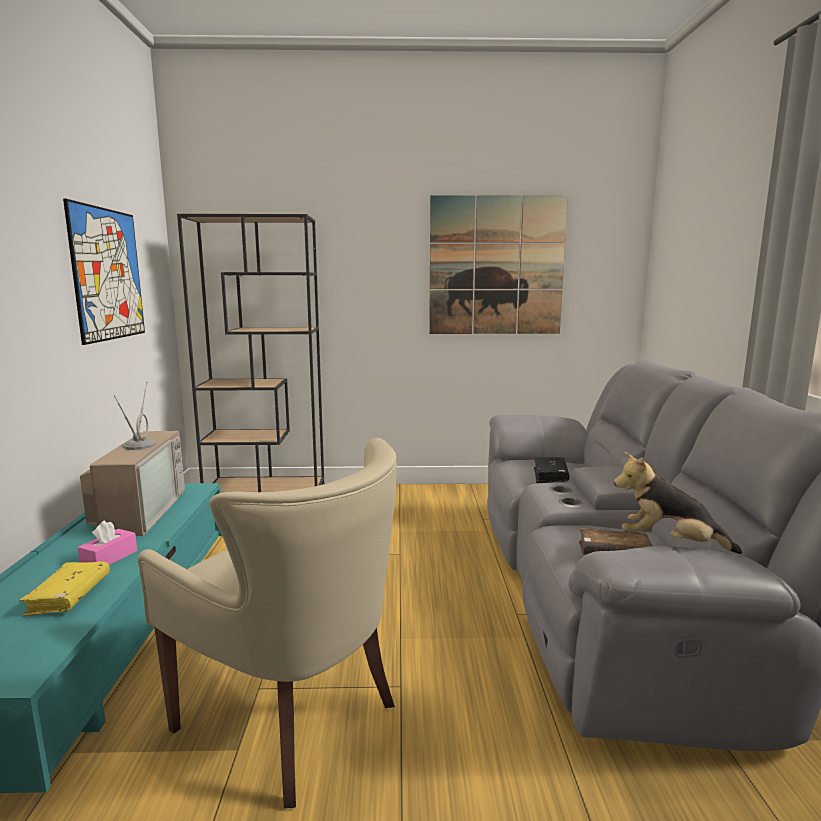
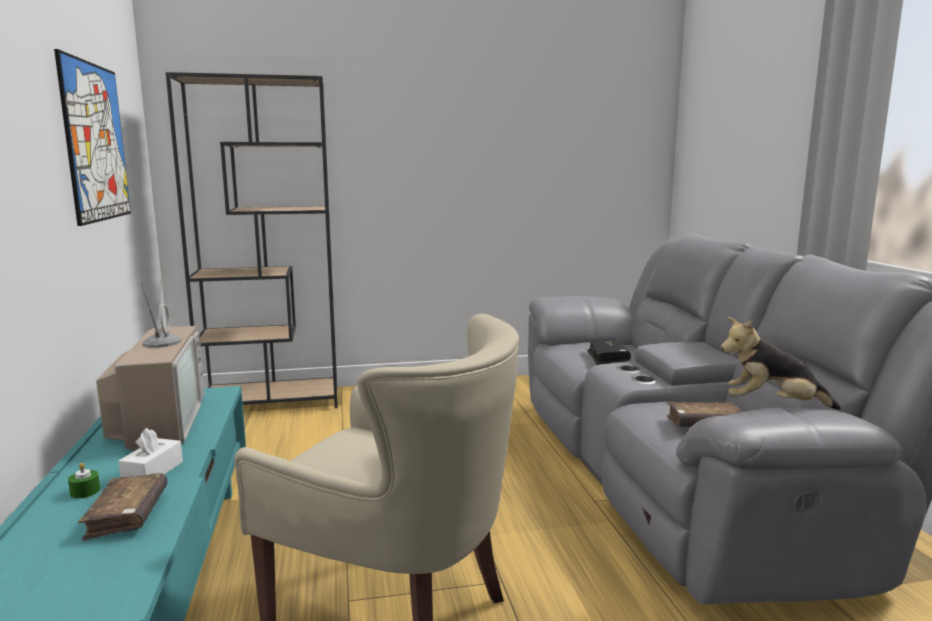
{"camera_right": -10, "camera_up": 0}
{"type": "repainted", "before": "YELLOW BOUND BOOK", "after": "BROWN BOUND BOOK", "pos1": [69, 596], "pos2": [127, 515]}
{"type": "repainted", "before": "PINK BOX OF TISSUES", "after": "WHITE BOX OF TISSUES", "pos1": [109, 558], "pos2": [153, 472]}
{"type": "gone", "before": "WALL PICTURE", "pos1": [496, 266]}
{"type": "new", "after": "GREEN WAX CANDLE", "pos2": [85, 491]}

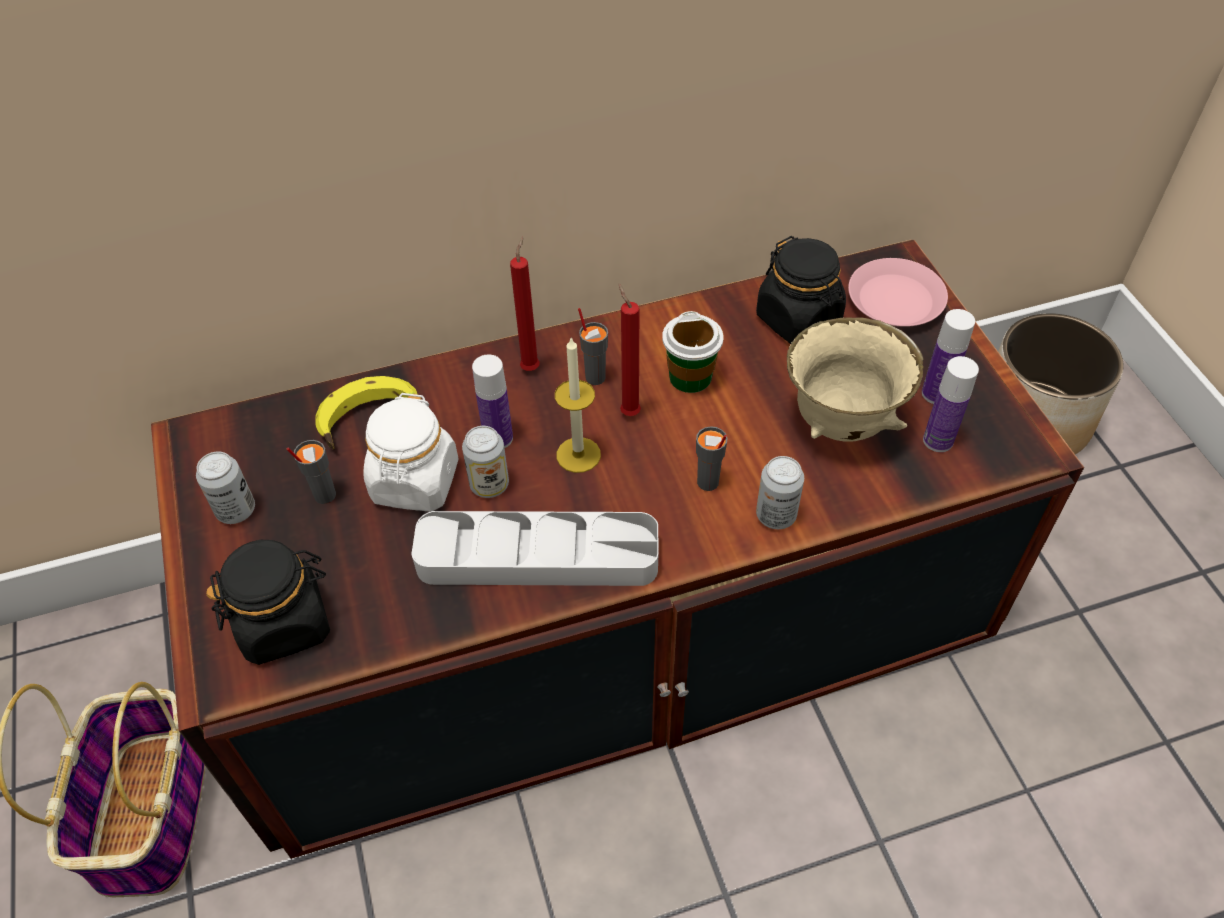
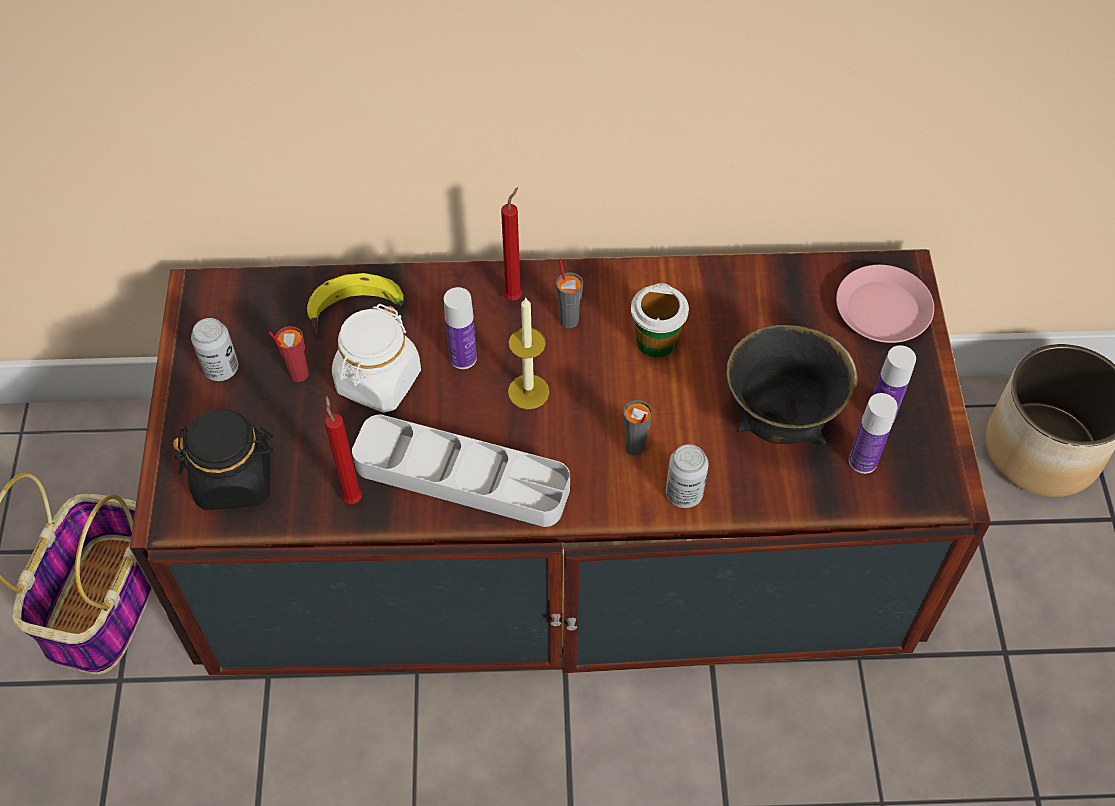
{"camera_right": 15, "camera_up": 5}
{"type": "repainted", "before": "GREY DRINKING CUP", "after": "REDDISH DRINKING CUP", "pos1": [324, 495], "pos2": [298, 373]}
{"type": "gone", "before": "METAL CAN", "pos1": [489, 484]}
{"type": "shifted", "before": "REDDISH WAX CANDLE", "pos1": [628, 411], "pos2": [352, 496]}
{"type": "gone", "before": "BLACK-COLOURED PRESERVE JAR", "pos1": [799, 319]}
{"type": "repainted", "before": "BEIGE-COLOURED SERVING BOWL", "after": "BLACK-COLOURED SERVING BOWL", "pos1": [842, 423], "pos2": [780, 422]}

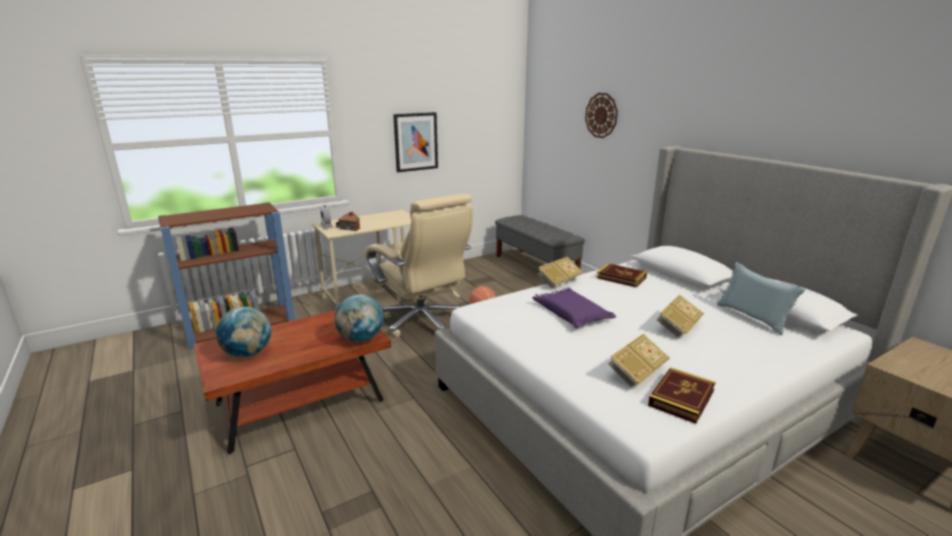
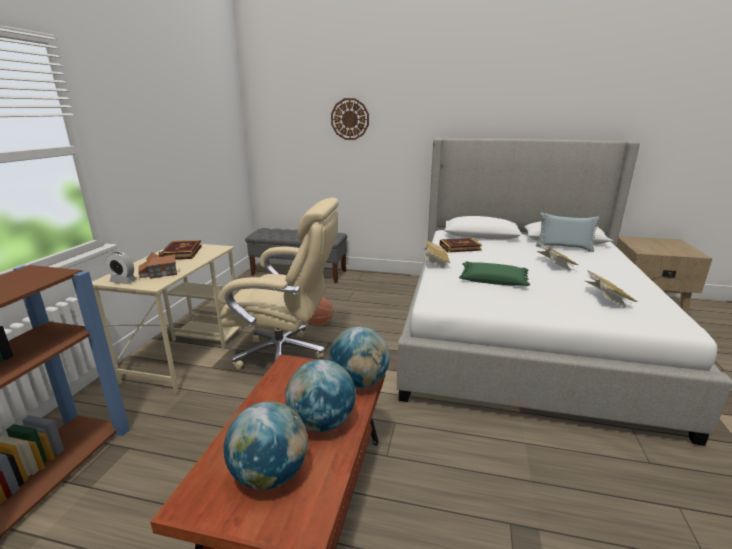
{"camera_right": -45, "camera_up": 0}
{"type": "gone", "before": "WALL PICTURE", "pos1": [415, 142]}
{"type": "repainted", "before": "PURPLISH CUSHION", "after": "GREEN CUSHION", "pos1": [572, 312], "pos2": [493, 279]}
{"type": "shifted", "before": "BOUND BOOK", "pos1": [681, 398], "pos2": [182, 252]}
{"type": "new", "after": "GLOBE", "pos2": [322, 422]}

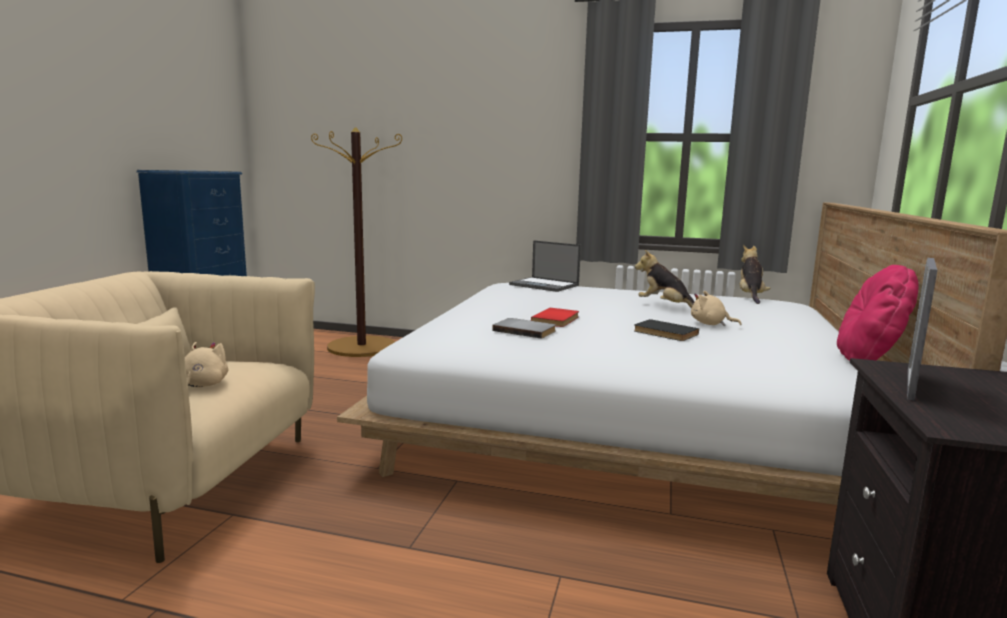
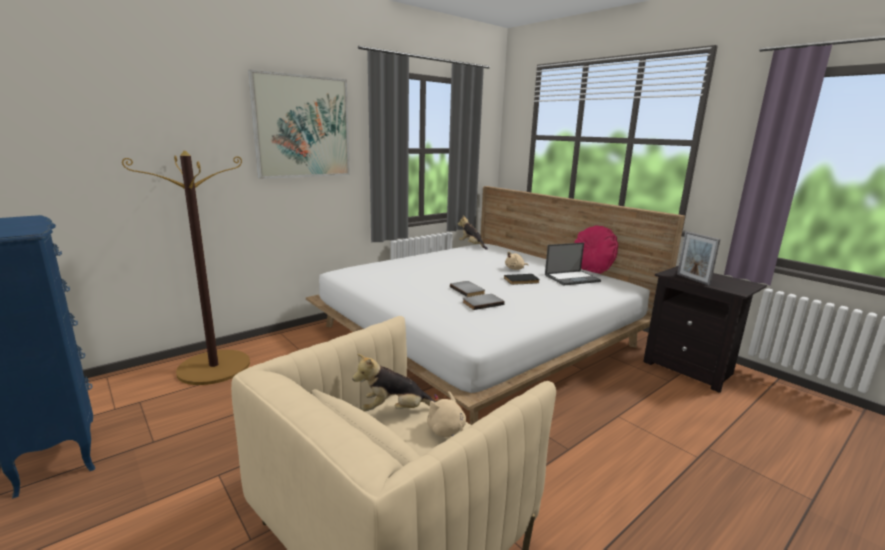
{"camera_right": -55, "camera_up": 5}
{"type": "shifted", "before": "NOTEBOOK COMPUTER", "pos1": [545, 285], "pos2": [572, 278]}
{"type": "repainted", "before": "REDDISH BOUND BOOK", "after": "GREY BOUND BOOK", "pos1": [557, 320], "pos2": [468, 290]}
{"type": "shifted", "before": "PLUSH TOY", "pos1": [665, 306], "pos2": [395, 411]}
{"type": "new", "after": "WALL PICTURE", "pos2": [302, 127]}

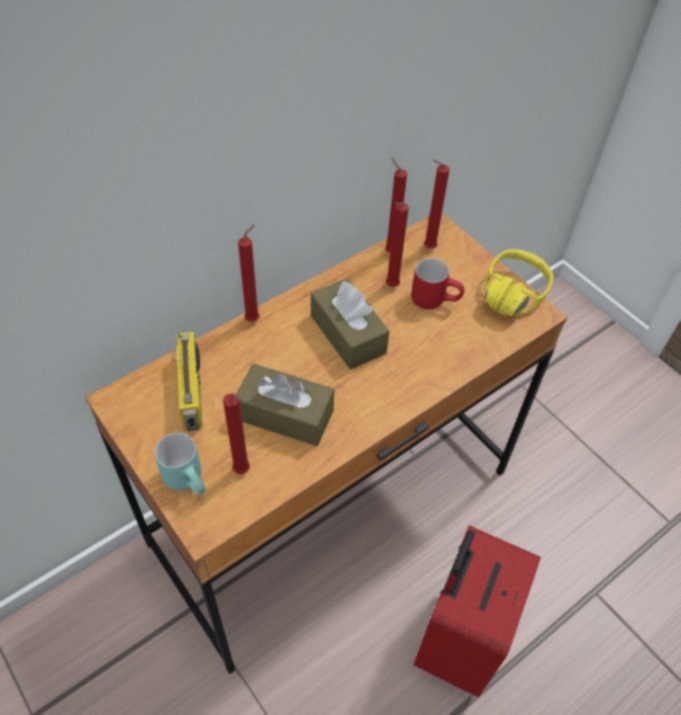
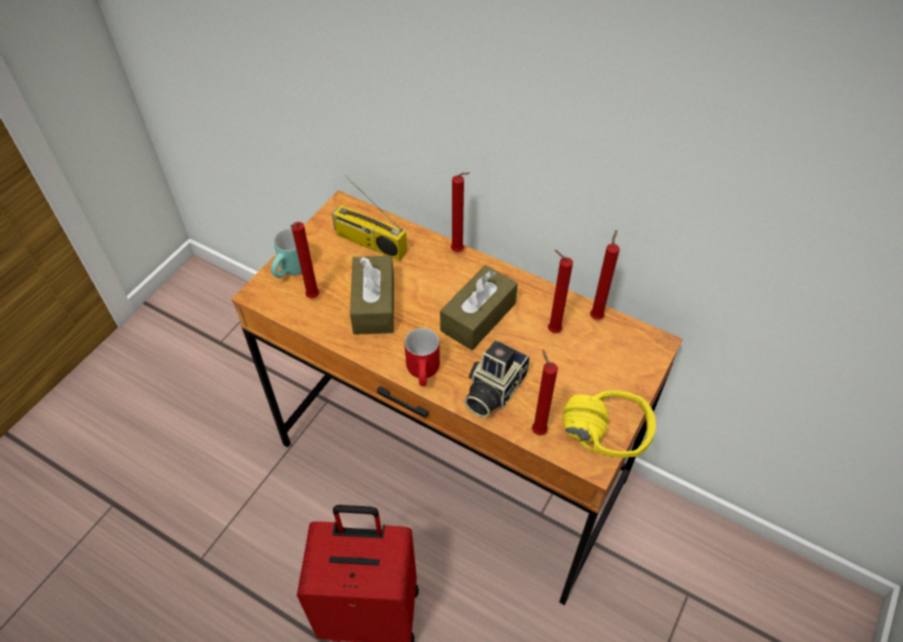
{"camera_right": 70, "camera_up": 0}
{"type": "rotated", "before": "RADIO SET", "pos1": [192, 392], "pos2": [369, 243], "turn": 60}
{"type": "shifted", "before": "REDDISH COFFEE MUG", "pos1": [435, 299], "pos2": [425, 373]}
{"type": "shifted", "before": "REDDISH WAX CANDLE", "pos1": [427, 248], "pos2": [537, 429]}
{"type": "new", "after": "STILL CAMERA", "pos2": [492, 389]}

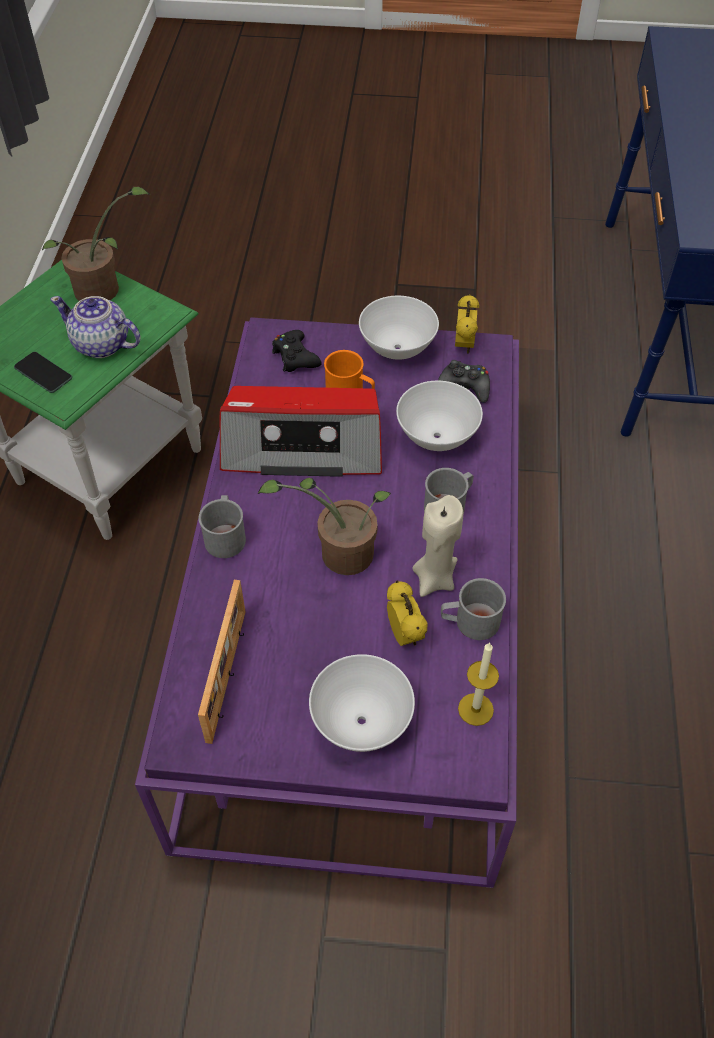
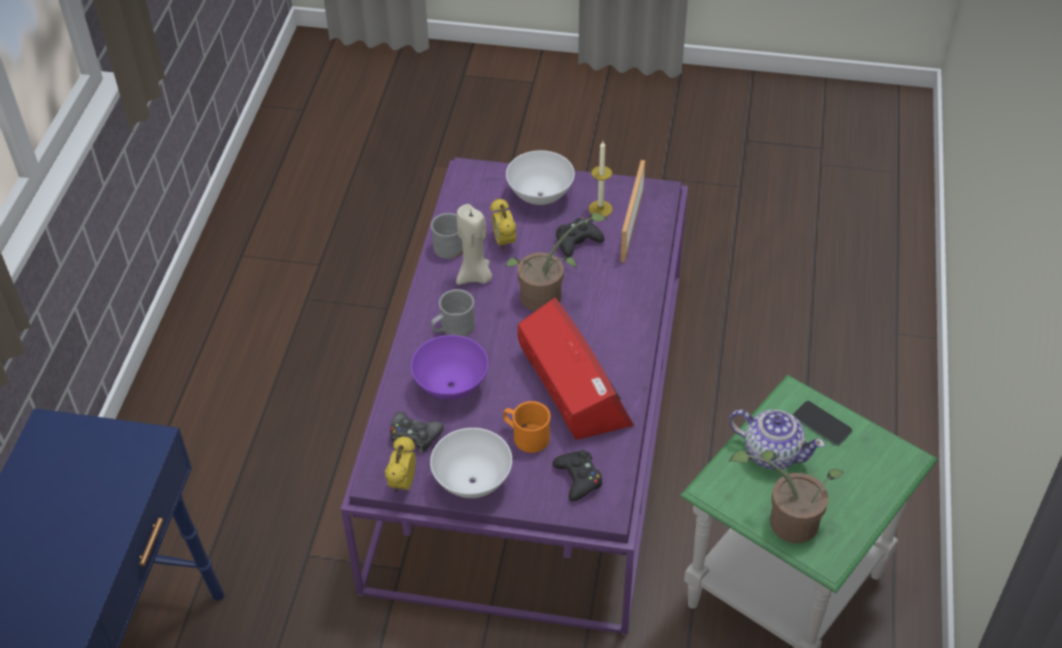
{"camera_right": -175, "camera_up": -5}
{"type": "gone", "before": "GREY COFFEE MUG", "pos1": [225, 535]}
{"type": "rotated", "before": "RADIO SET", "pos1": [303, 446], "pos2": [573, 385], "turn": 60}
{"type": "repainted", "before": "WHITE SERVING BOWL", "after": "PURPLISH SERVING BOWL", "pos1": [437, 437], "pos2": [450, 387]}
{"type": "shifted", "before": "WAX CANDLE", "pos1": [475, 709], "pos2": [600, 208]}
{"type": "new", "after": "BLACK-COLOURED GAME CONTROLLER", "pos2": [577, 241]}

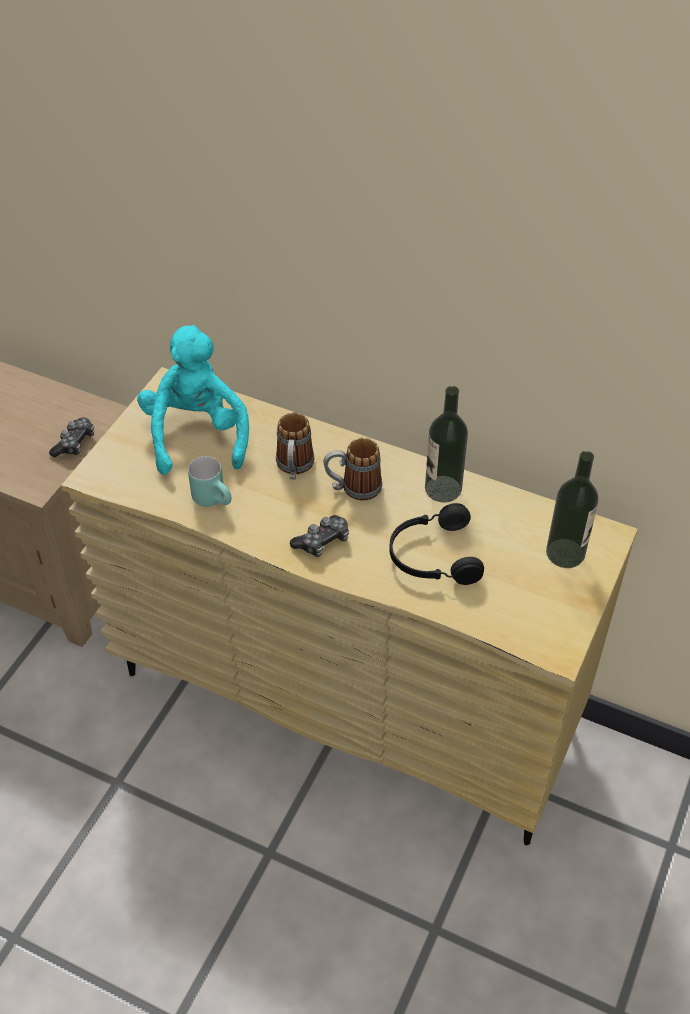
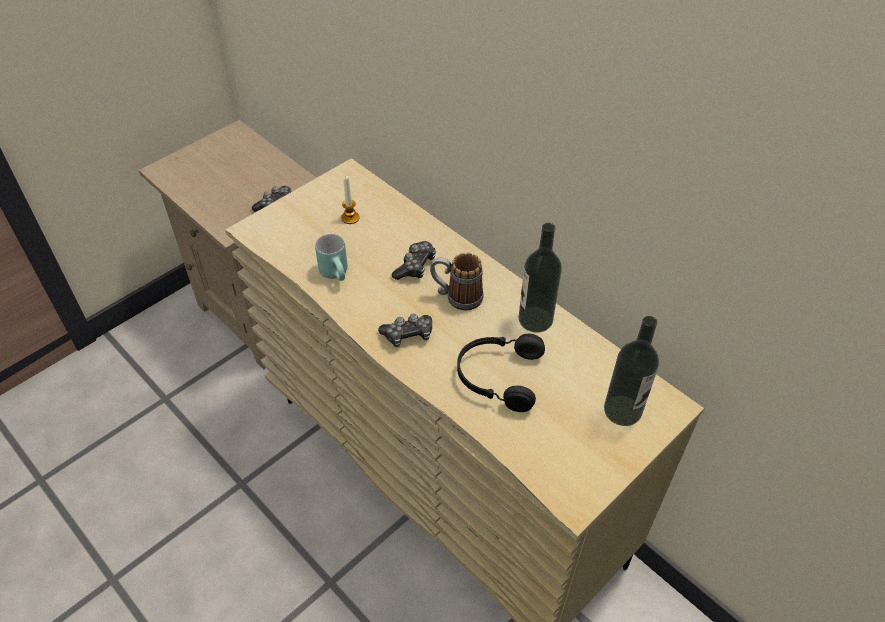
{"camera_right": 20, "camera_up": 0}
{"type": "swapped", "before": "TURQUOISE PLUSH TOY", "after": "WAX CANDLE", "pos1": [196, 434], "pos2": [350, 218]}
{"type": "swapped", "before": "COFFEE MUG", "after": "GAME CONTROLLER", "pos1": [294, 468], "pos2": [415, 266]}

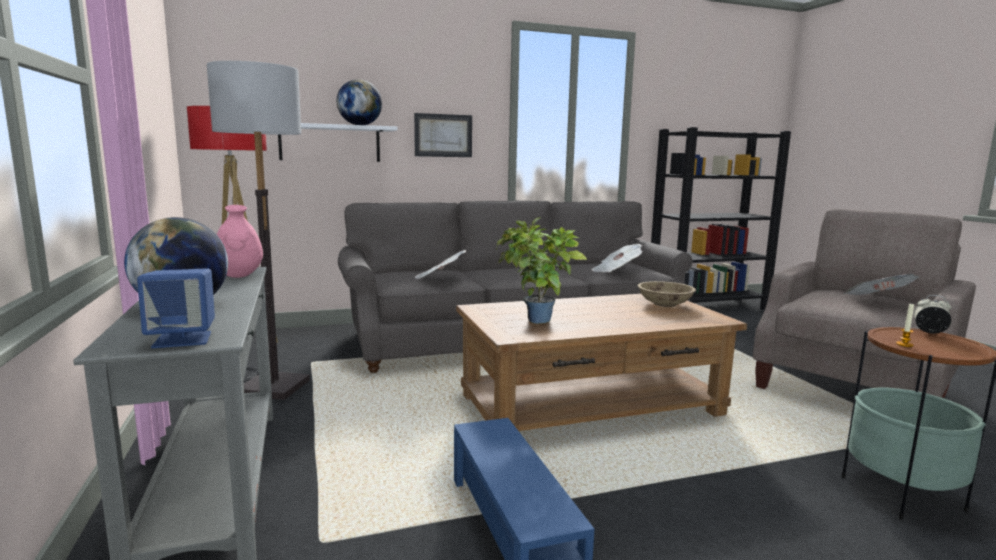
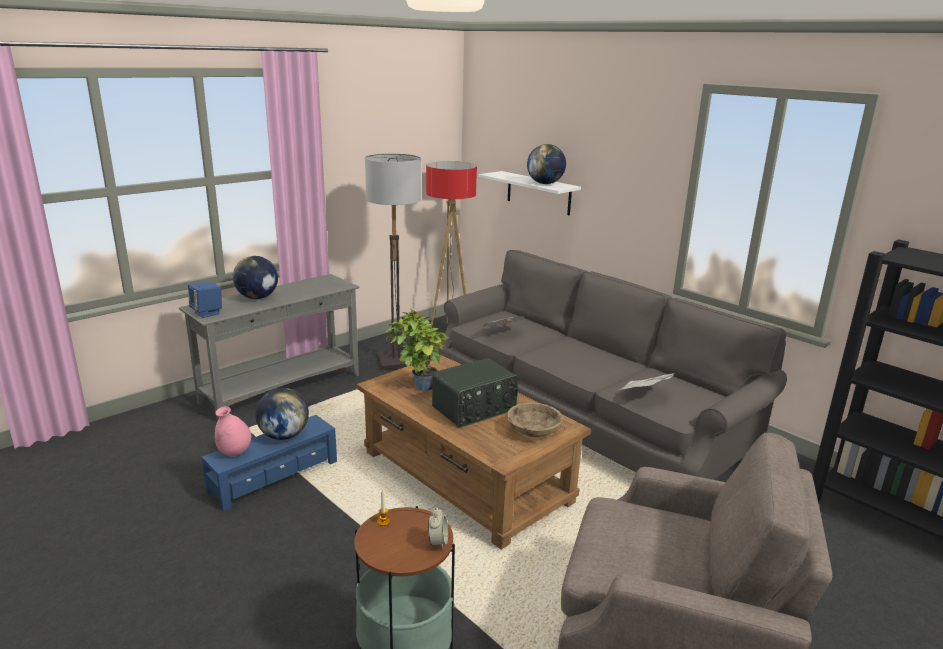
{"camera_right": 65, "camera_up": 10}
{"type": "shifted", "before": "PINK VASE", "pos1": [239, 276], "pos2": [234, 453]}
{"type": "gone", "before": "WALL PICTURE", "pos1": [443, 135]}
{"type": "gone", "before": "NEWSPAPER", "pos1": [876, 301]}
{"type": "new", "after": "GLOBE", "pos2": [284, 435]}
{"type": "new", "after": "RADIO SET", "pos2": [475, 409]}

